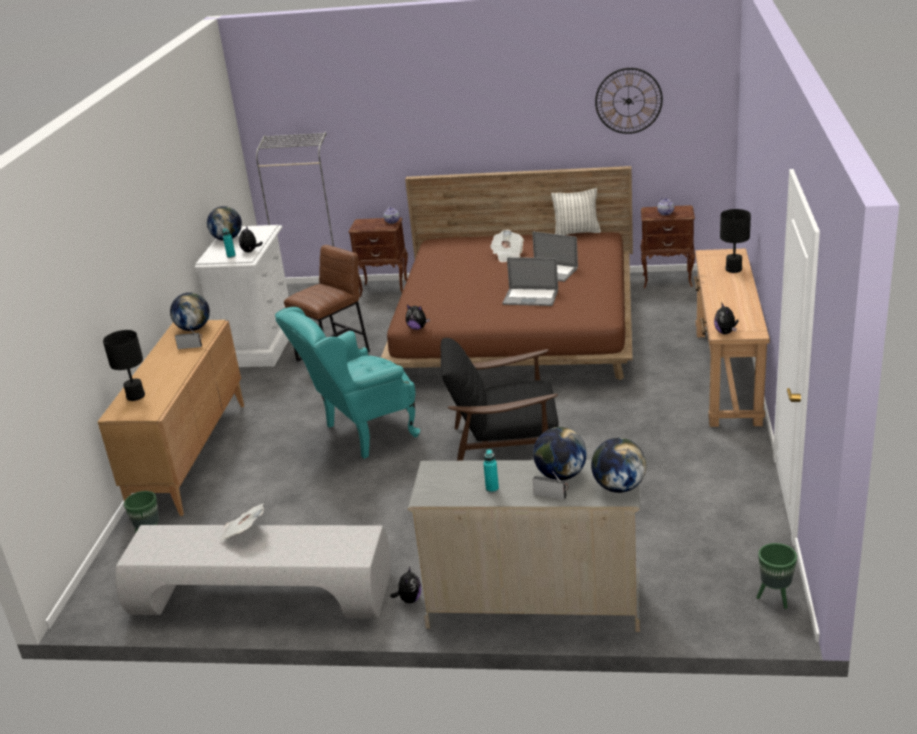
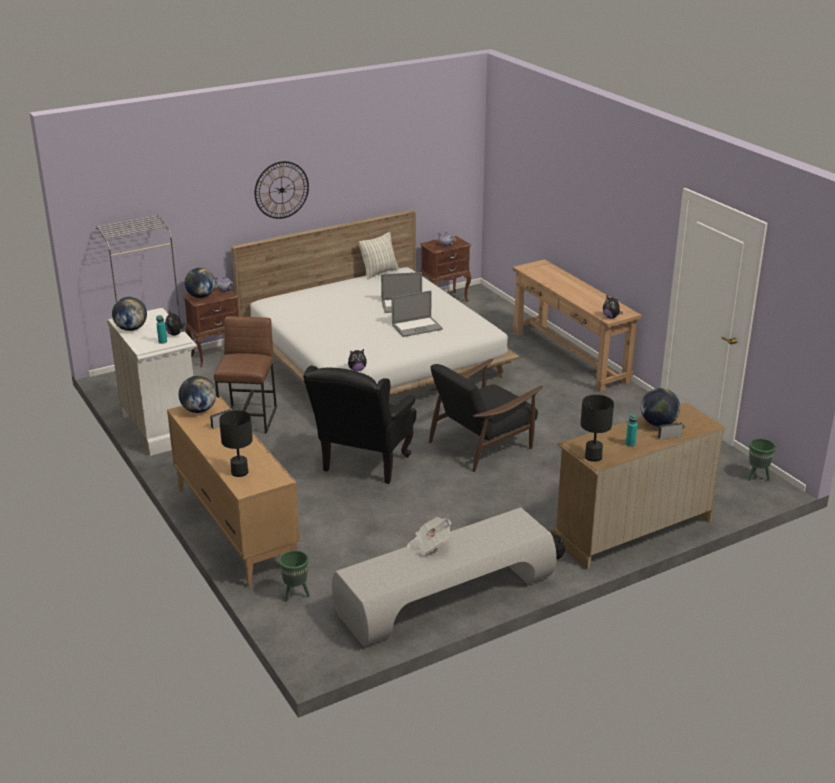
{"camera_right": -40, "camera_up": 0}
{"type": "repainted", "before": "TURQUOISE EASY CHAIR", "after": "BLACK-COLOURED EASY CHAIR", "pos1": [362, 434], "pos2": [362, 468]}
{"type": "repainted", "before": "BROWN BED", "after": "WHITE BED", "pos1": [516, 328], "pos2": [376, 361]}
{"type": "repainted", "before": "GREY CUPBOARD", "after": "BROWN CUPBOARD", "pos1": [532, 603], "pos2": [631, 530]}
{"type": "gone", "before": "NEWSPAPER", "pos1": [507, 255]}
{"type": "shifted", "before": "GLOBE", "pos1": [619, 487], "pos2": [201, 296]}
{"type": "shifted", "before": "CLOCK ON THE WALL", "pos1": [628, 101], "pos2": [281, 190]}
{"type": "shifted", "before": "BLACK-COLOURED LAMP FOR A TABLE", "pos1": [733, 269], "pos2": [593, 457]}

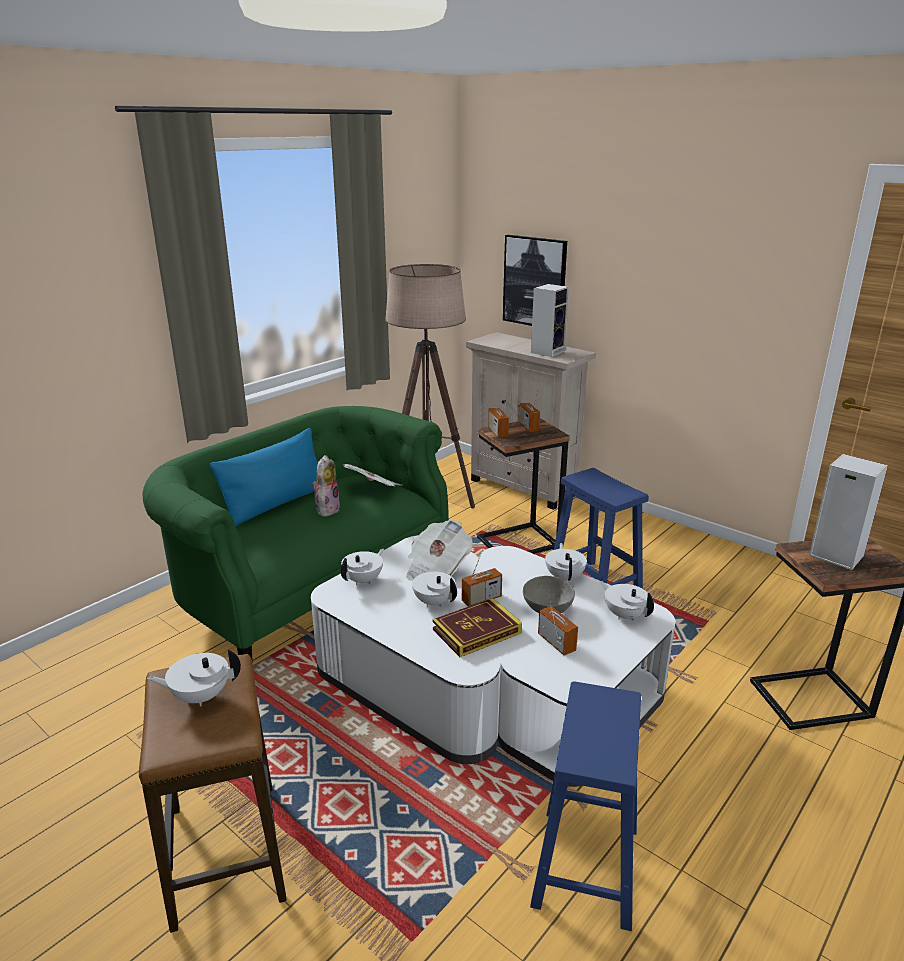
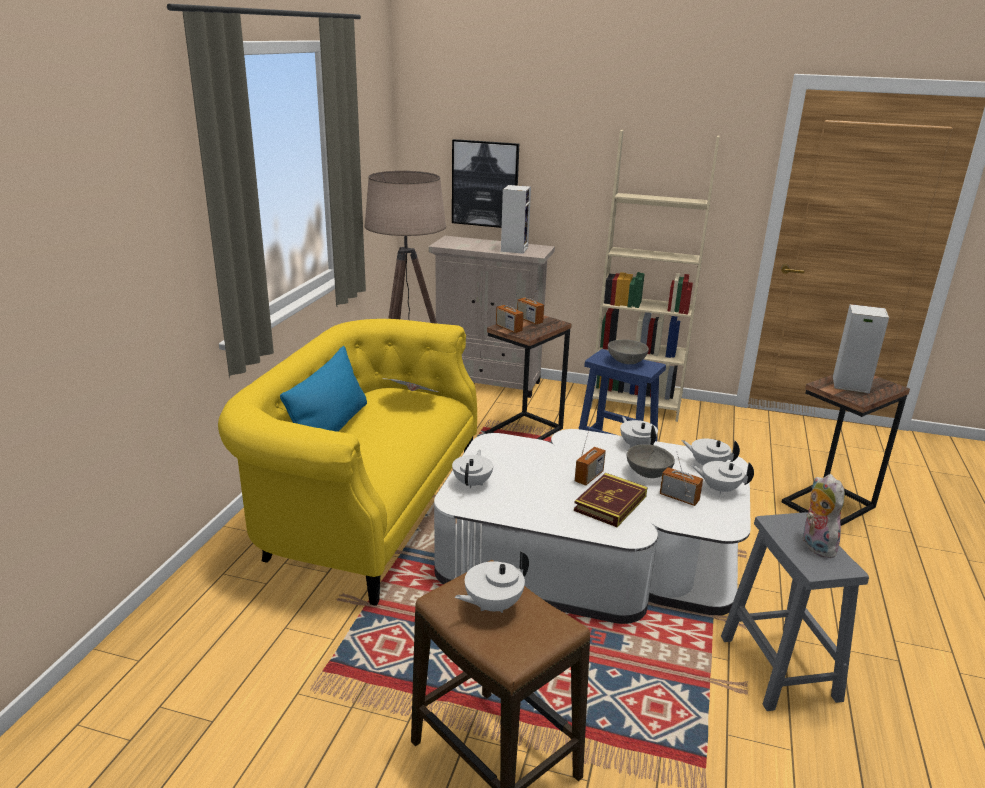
{"camera_right": -25, "camera_up": 0}
{"type": "repainted", "before": "GREEN COUCH", "after": "YELLOW COUCH", "pos1": [311, 585], "pos2": [364, 508]}
{"type": "shifted", "before": "PLUSH TOY", "pos1": [327, 509], "pos2": [815, 545]}
{"type": "gone", "before": "NEWSPAPER", "pos1": [436, 568]}
{"type": "shifted", "before": "WHITE POT FOR TEA", "pos1": [433, 601], "pos2": [719, 489]}
{"type": "repainted", "before": "BLUISH STOOL SEAT", "after": "GREY STOOL SEAT", "pos1": [586, 867], "pos2": [780, 669]}
{"type": "new", "after": "BEIGE-COLOURED SHELVING UNIT", "pos2": [635, 404]}
{"type": "new", "after": "GREY SERVING BOWL", "pos2": [627, 362]}

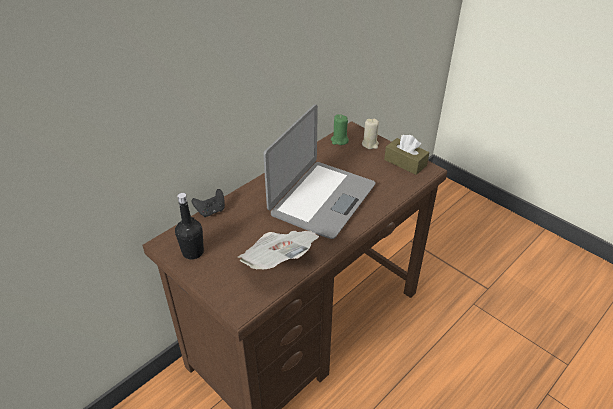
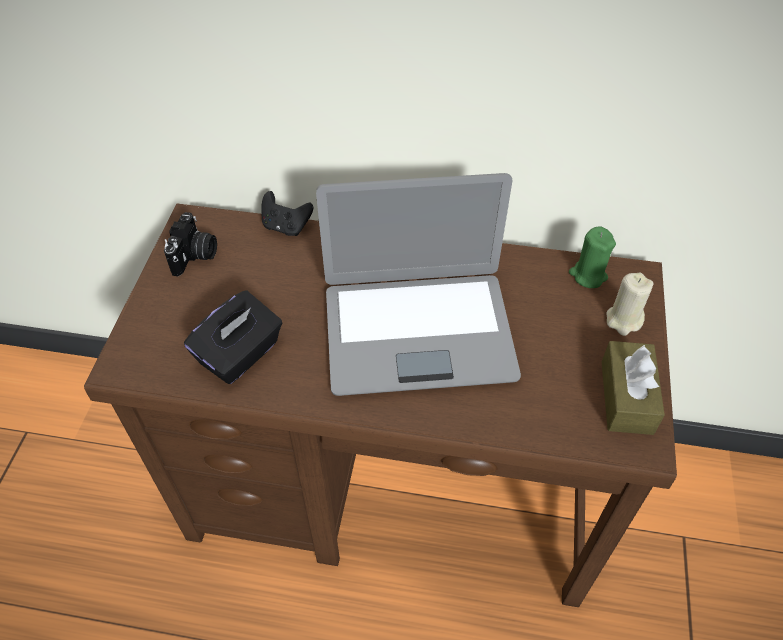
{"camera_right": 55, "camera_up": 10}
{"type": "swapped", "before": "BLACK-COLOURED DRINK BOTTLE", "after": "STILL CAMERA", "pos1": [193, 252], "pos2": [195, 256]}
{"type": "swapped", "before": "NEWSPAPER", "after": "BLACK-COLOURED BOX OF TISSUES", "pos1": [278, 261], "pos2": [240, 354]}

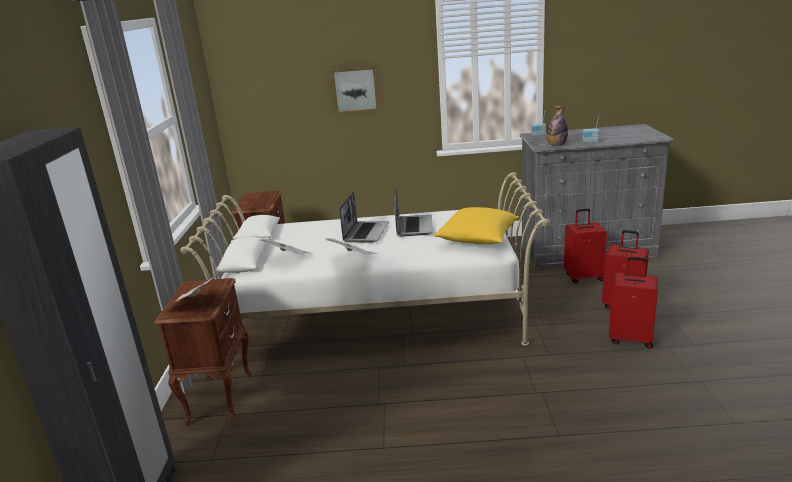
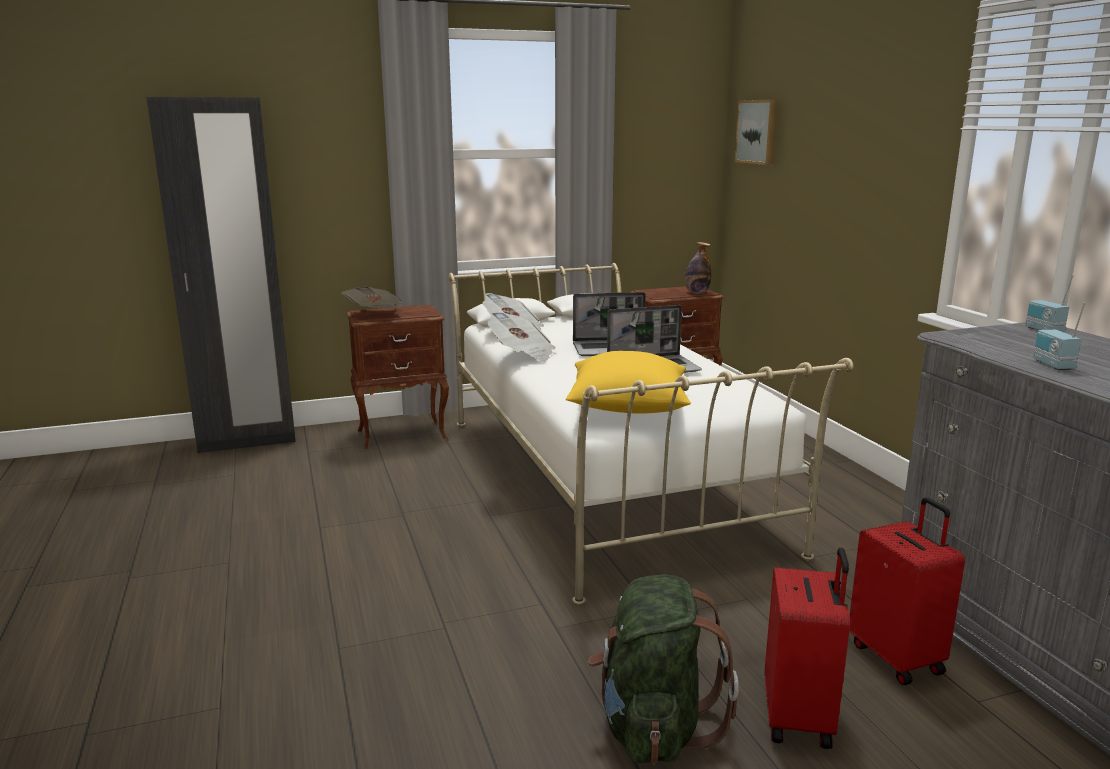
{"camera_right": 70, "camera_up": -5}
{"type": "shifted", "before": "WALL PICTURE", "pos1": [355, 89], "pos2": [758, 132]}
{"type": "shifted", "before": "DRINK BOTTLE", "pos1": [557, 145], "pos2": [697, 293]}
{"type": "swapped", "before": "REDDISH TRAVEL CASE", "after": "GREEN RUCKSACK", "pos1": [630, 338], "pos2": [654, 726]}

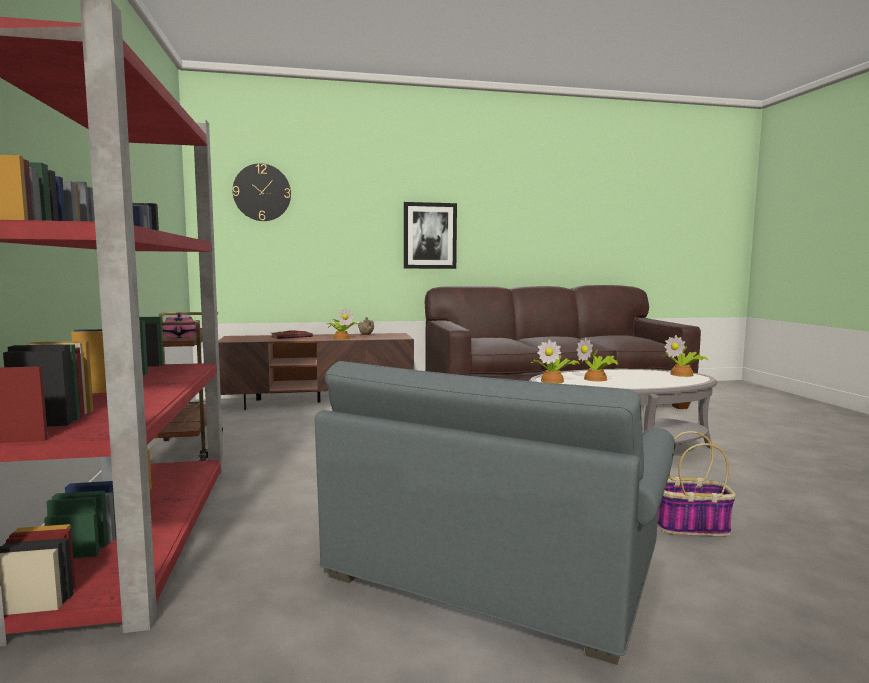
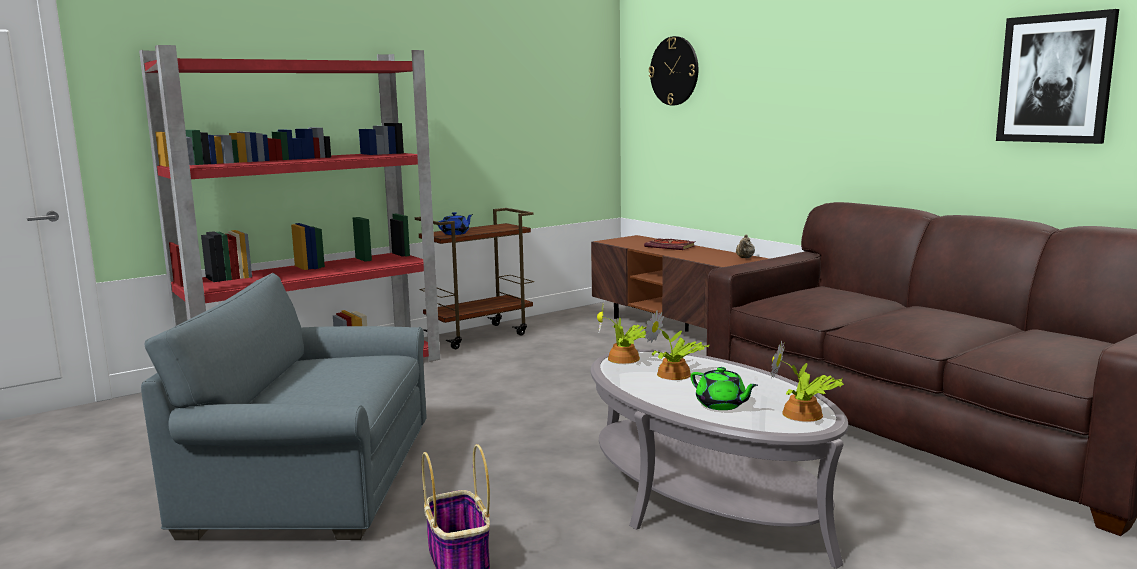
{"camera_right": 65, "camera_up": 5}
{"type": "repainted", "before": "PINK POT FOR TEA", "after": "BLUISH POT FOR TEA", "pos1": [180, 337], "pos2": [456, 233]}
{"type": "gone", "before": "PLANT IN A POT", "pos1": [342, 338]}
{"type": "shifted", "before": "WALL PICTURE", "pos1": [430, 236], "pos2": [1055, 79]}
{"type": "new", "after": "GREEN POT FOR TEA", "pos2": [721, 405]}

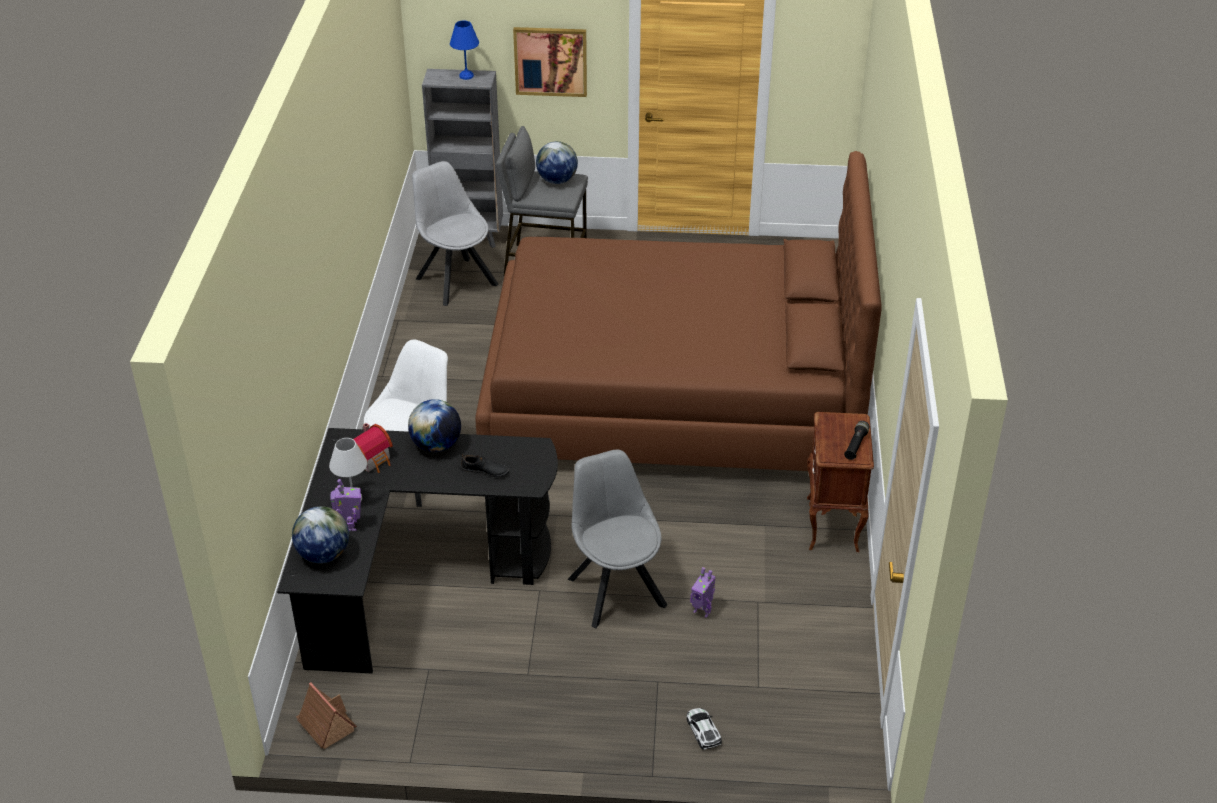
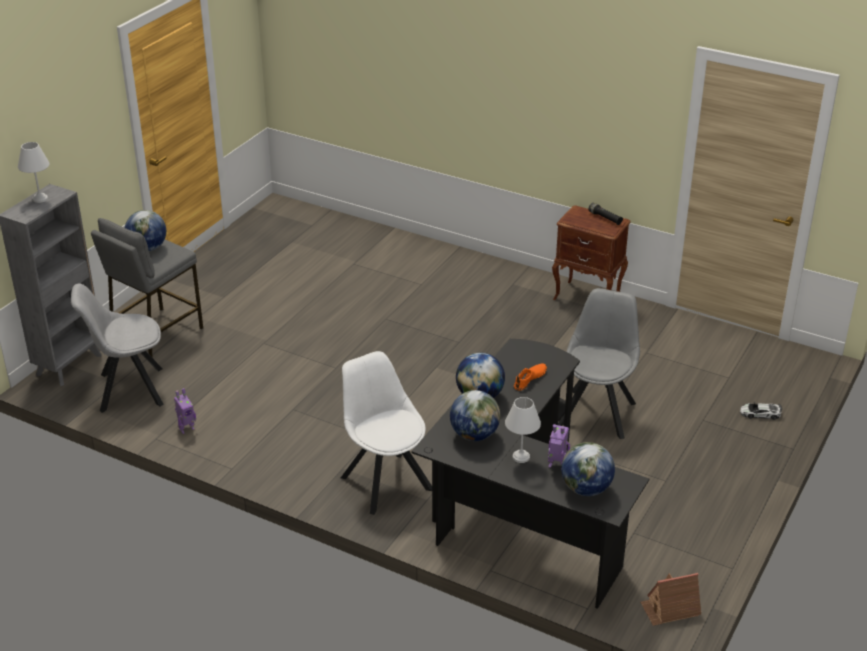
{"camera_right": -65, "camera_up": -5}
{"type": "swapped", "before": "TOY HOUSE", "after": "GLOBE", "pos1": [372, 459], "pos2": [474, 435]}
{"type": "repainted", "before": "BLUISH LAMP FOR A TABLE", "after": "WHITE LAMP FOR A TABLE", "pos1": [466, 75], "pos2": [39, 199]}
{"type": "repainted", "before": "BLACK-COLOURED LOW SHOE", "after": "ORANGE LOW SHOE", "pos1": [485, 471], "pos2": [530, 379]}
{"type": "gone", "before": "BROWN BED", "pos1": [673, 395]}
{"type": "gone", "before": "WALL PICTURE", "pos1": [550, 61]}
{"type": "rotated", "before": "GREY PLAIN CHAIR", "pos1": [615, 590], "pos2": [597, 412], "turn": 105}
{"type": "shifted", "before": "ROBOT FIGURE", "pos1": [702, 611], "pos2": [186, 428]}

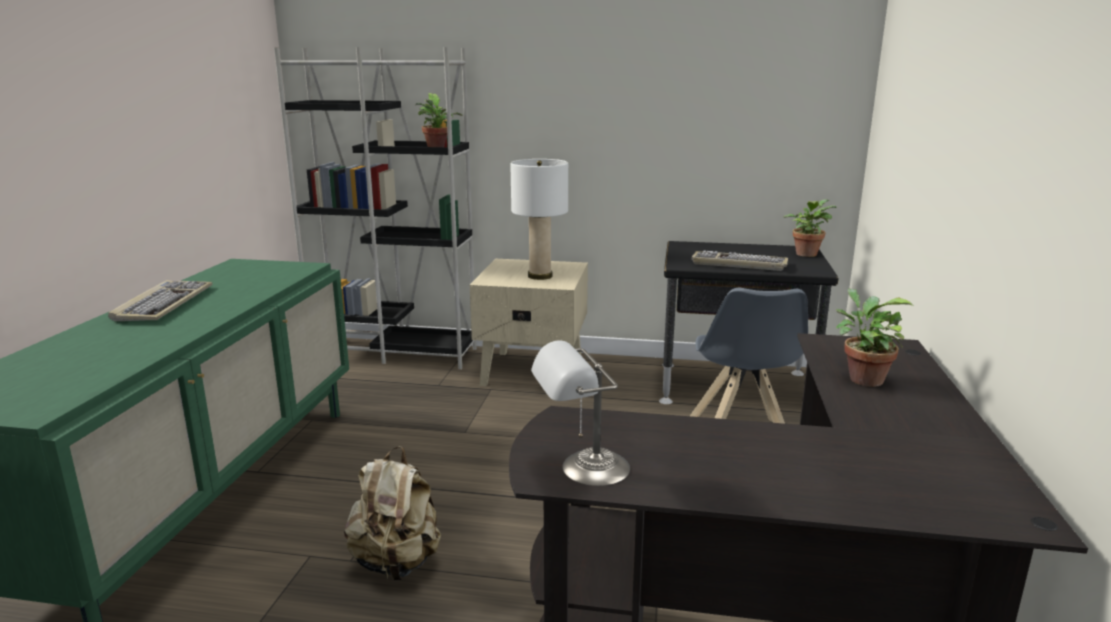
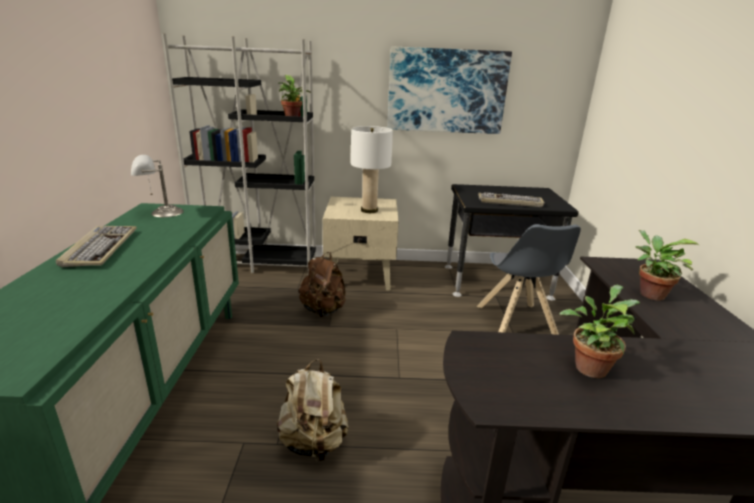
{"camera_right": -10, "camera_up": 5}
{"type": "shifted", "before": "WHITE LAMP FOR A TABLE", "pos1": [582, 470], "pos2": [160, 213]}
{"type": "shifted", "before": "PLANT IN A POT", "pos1": [806, 253], "pos2": [590, 366]}
{"type": "new", "after": "BROWN RUCKSACK", "pos2": [323, 310]}
{"type": "new", "after": "WALL PICTURE", "pos2": [446, 91]}

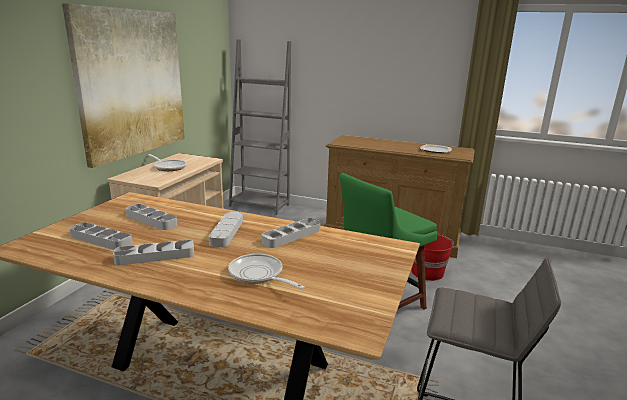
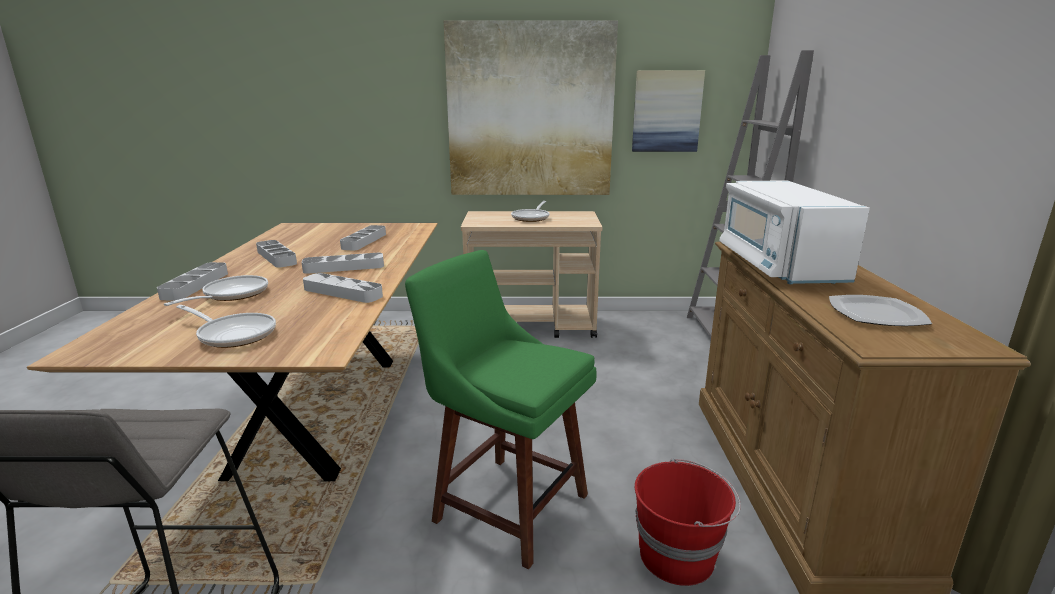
{"camera_right": 70, "camera_up": 0}
{"type": "shifted", "before": "GREY SERVING TRAY", "pos1": [101, 240], "pos2": [195, 285]}
{"type": "new", "after": "SKILLET", "pos2": [234, 334]}
{"type": "new", "after": "WALL PICTURE", "pos2": [666, 111]}
{"type": "new", "after": "WHITE MICROWAVE OVEN", "pos2": [778, 265]}

